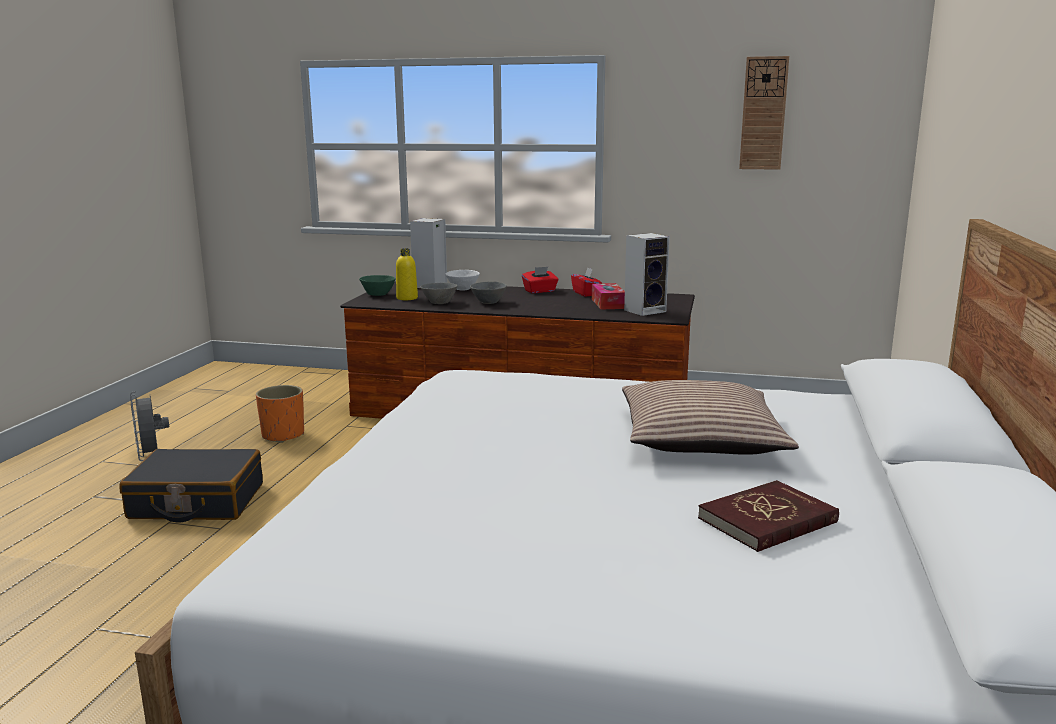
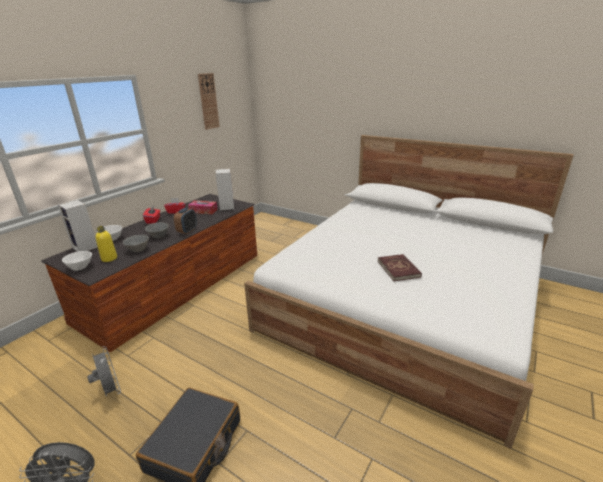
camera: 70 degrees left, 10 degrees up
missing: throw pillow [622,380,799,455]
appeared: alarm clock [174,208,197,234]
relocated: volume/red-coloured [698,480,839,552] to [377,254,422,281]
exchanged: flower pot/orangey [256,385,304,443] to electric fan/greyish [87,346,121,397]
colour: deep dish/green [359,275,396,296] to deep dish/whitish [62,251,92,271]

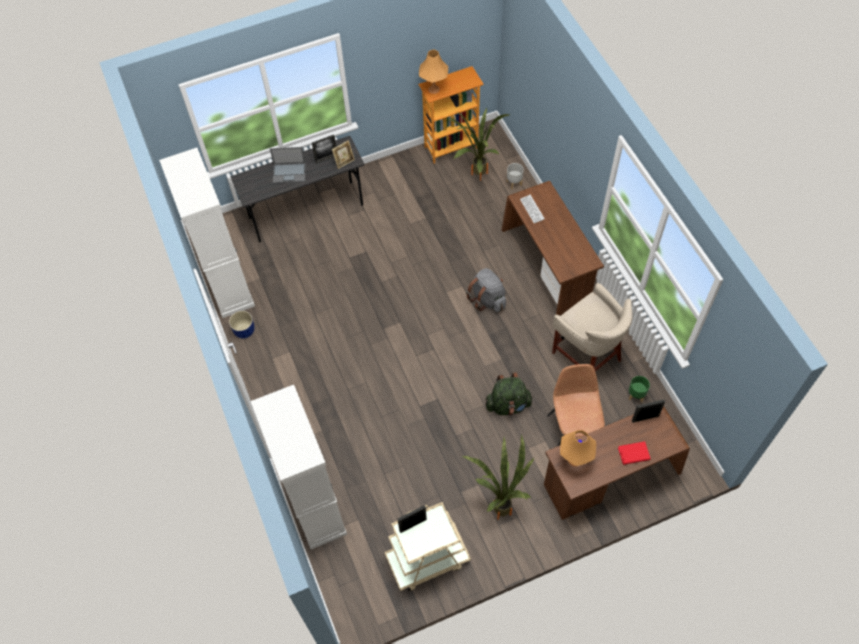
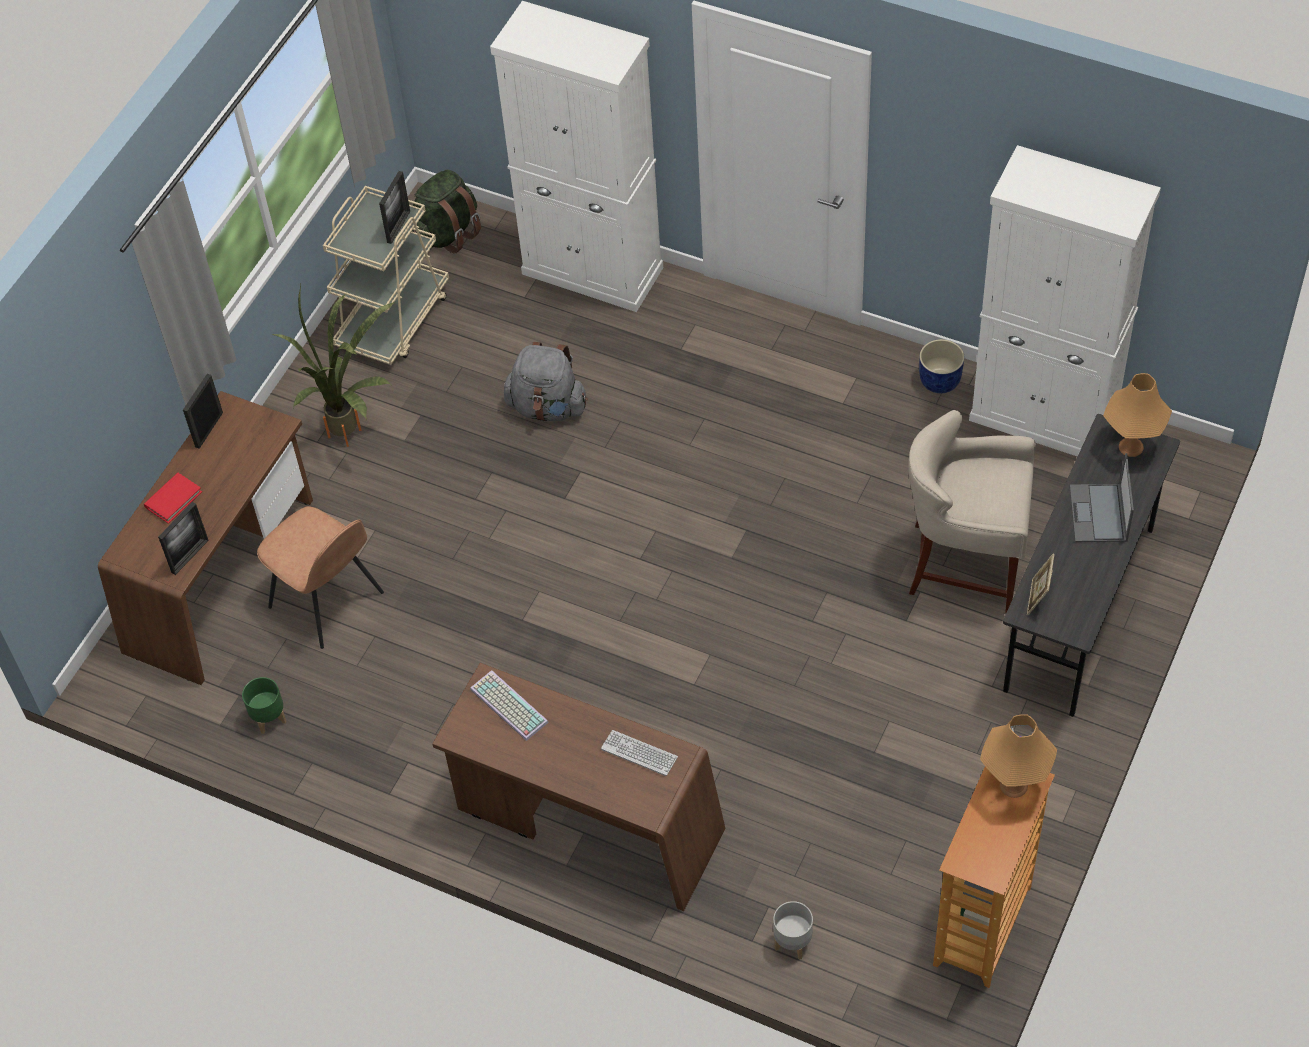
camera: 140 degrees right, 5 degrees down
missing: houseplant [448,108,510,181]
appeared: PC keyboard [470,670,549,741]
relocated: standing frame [312,135,336,164] to [183,374,223,449]; rucksack/greyish [466,268,506,312] to [504,342,588,421]; rucksack/green [485,372,533,415] to [412,169,481,254]; stool seat/sand-coloured [552,283,632,372] to [908,410,1036,613]; table lamp/orangey [560,430,596,467] to [1103,373,1172,457]
spun: laptop [270,147,306,183] = [1070,453,1134,542] 45 degrees counterclockwise

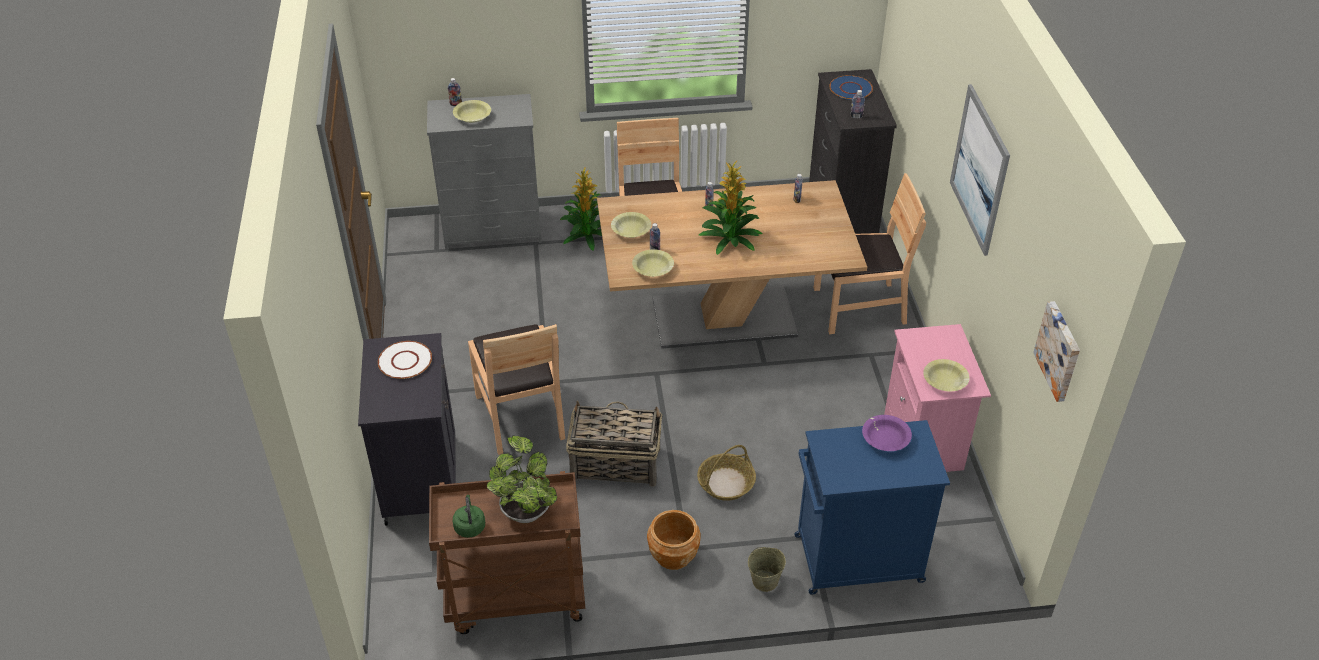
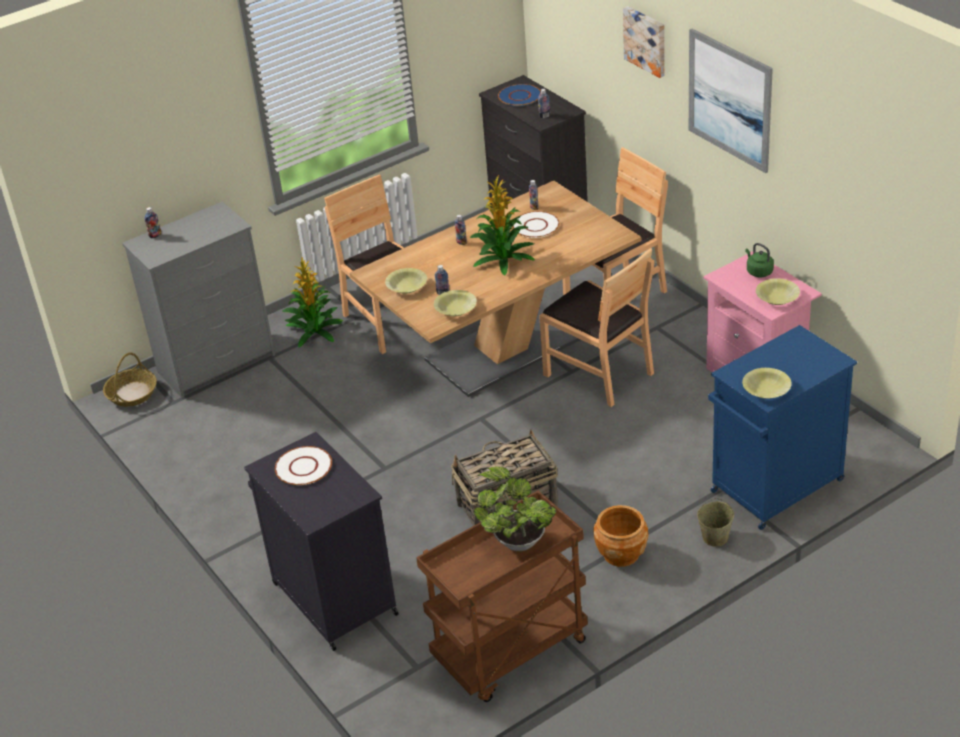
camera: 25 degrees left, 5 degrees down
missing: deep dish/purple-coloured [862,415,912,451]
appeared: plate/whitish [512,211,559,238]
relocated: deep dish/yellow-coloured [453,100,491,123] to [742,368,792,399]; kettle/green [453,495,485,538] to [745,243,774,277]; upright chair/brownish [468,324,565,455] to [539,248,654,407]; basket [697,445,756,501] to [103,353,157,407]; wall art [1033,301,1080,402] to [623,6,665,78]

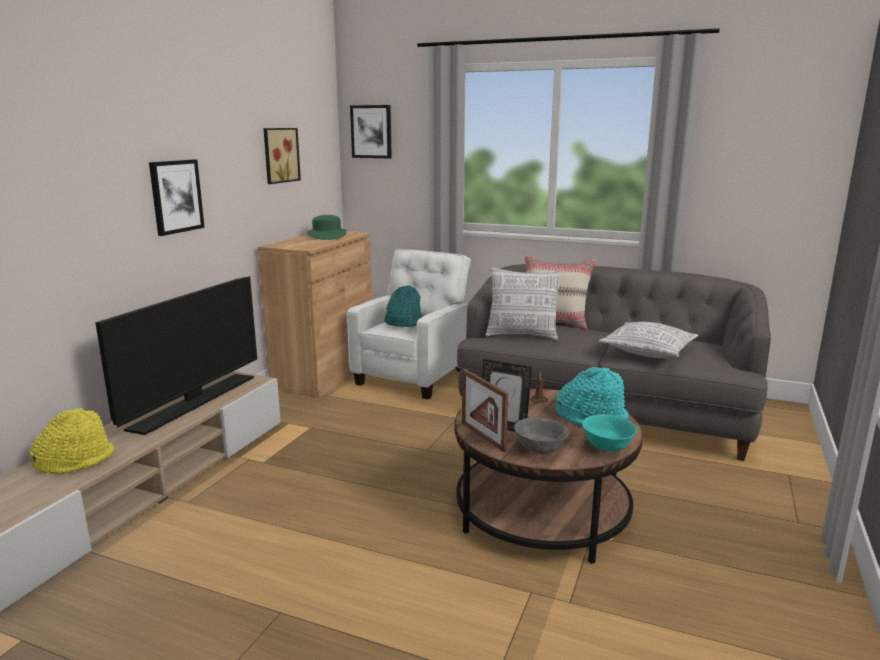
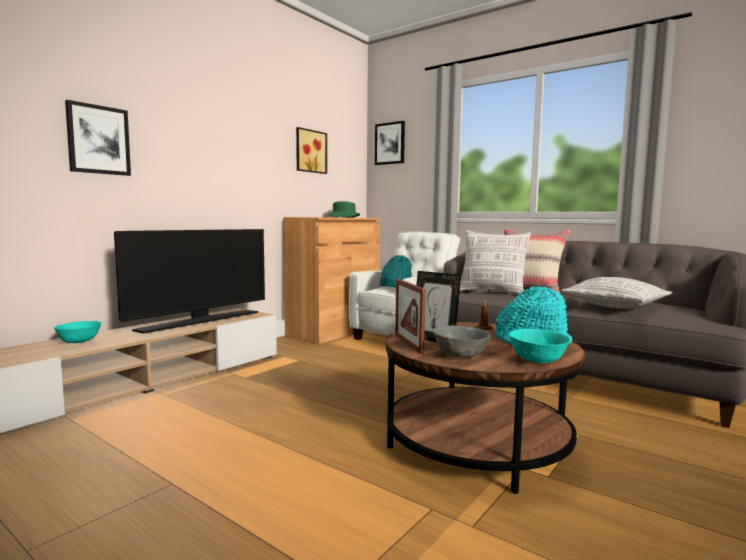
camera: 15 degrees right, 10 degrees down
relocated: wall art [149,159,205,236] to [65,100,131,176]
exchanged: wearable hat/yellow-coloured [30,408,114,474] to deep dish/turquoise [54,321,102,343]

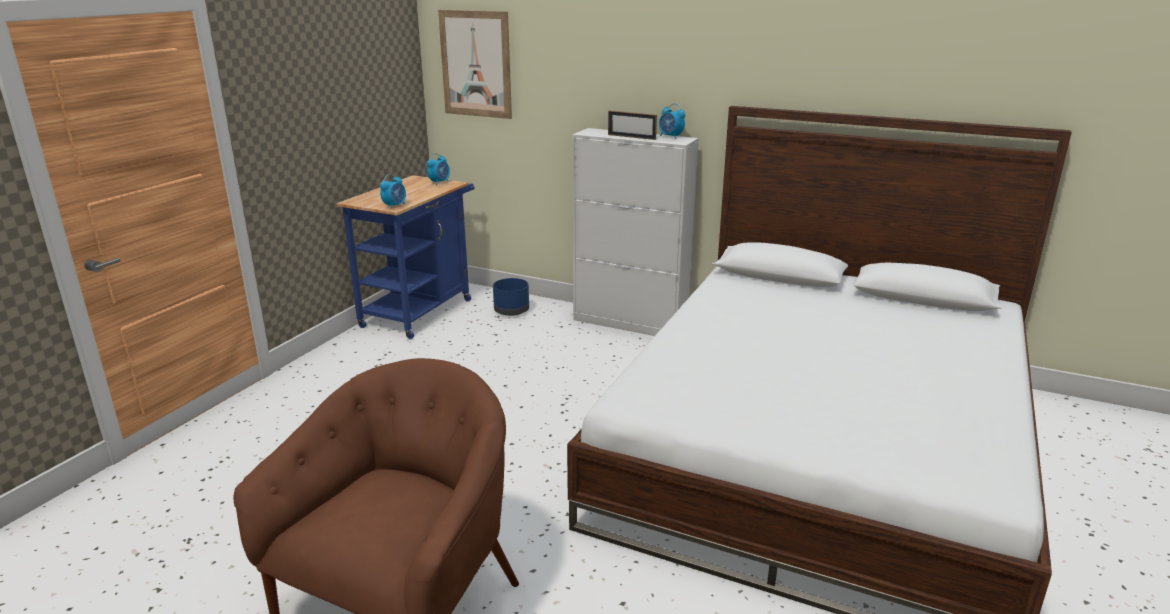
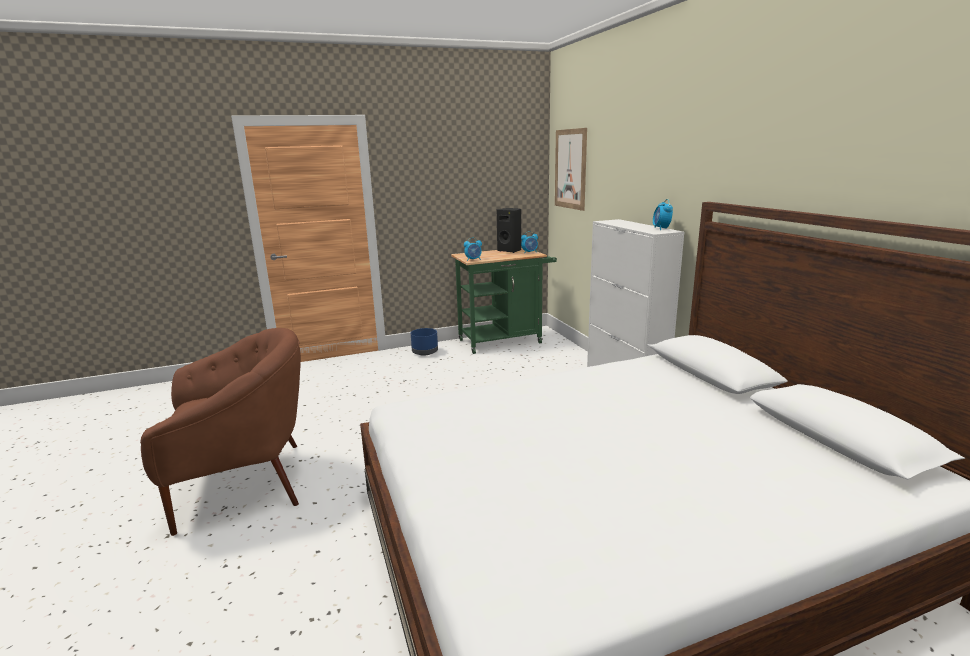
camera: 45 degrees right, 5 degrees down
missing: standing frame [608,110,657,140]
appeared: loudspeaker/blackish [497,208,521,253]
relocated: flower pot/blue-coloured [493,278,529,316] to [411,328,438,355]
colour: trolley/blue-coloured [336,175,475,339] to trolley/green [451,248,557,354]

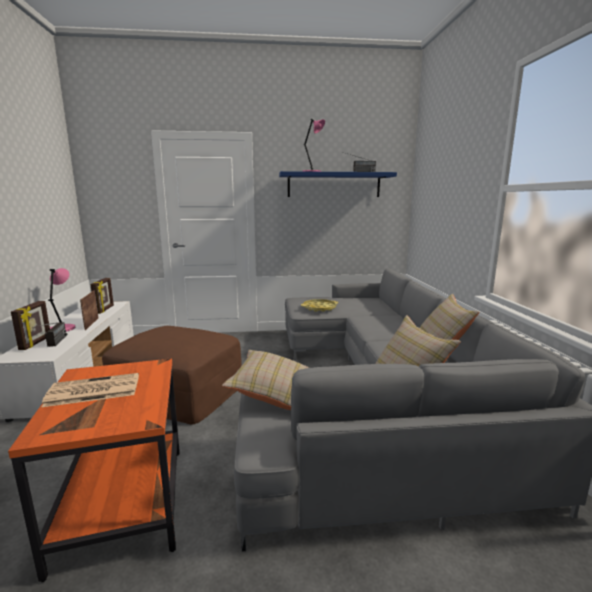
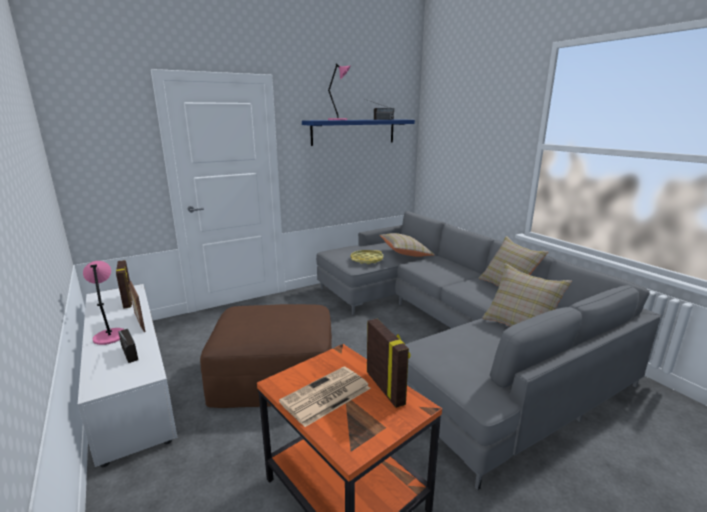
camera: 25 degrees left, 5 degrees up
relocated: standing frame [11,301,50,350] to [367,319,411,408]; throw pillow/sand-coloured [222,350,309,410] to [379,233,435,257]

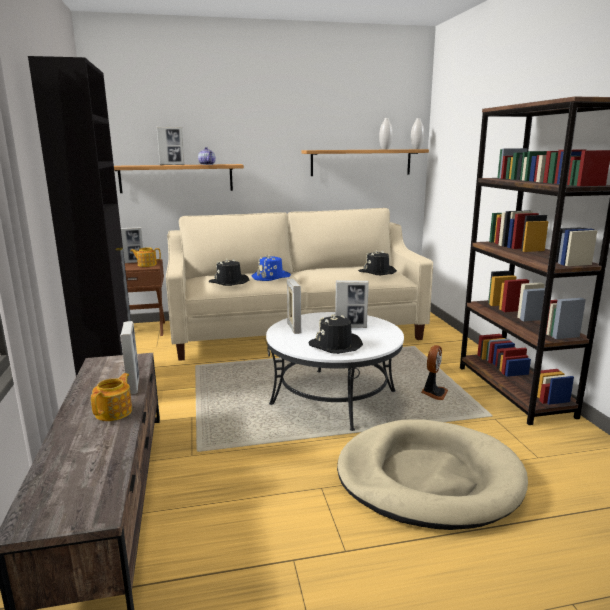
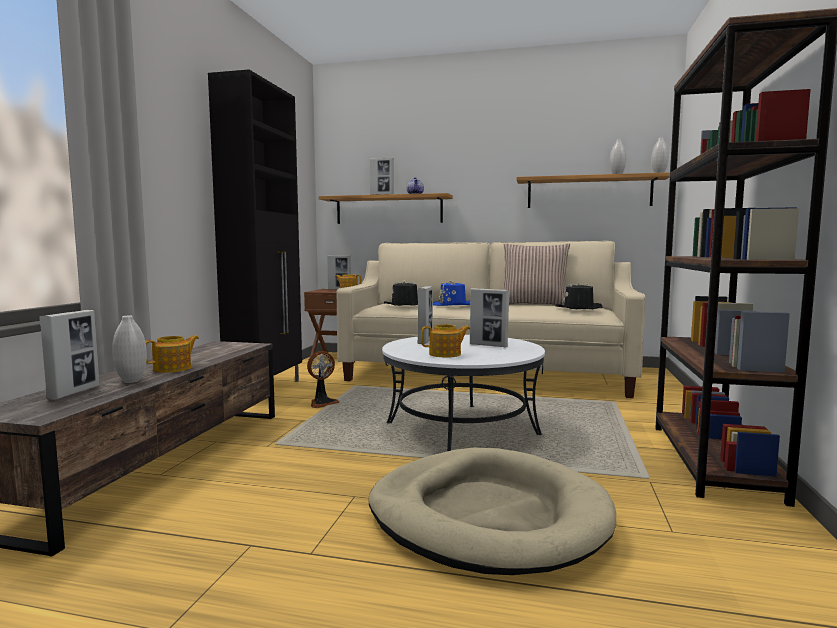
camera: 25 degrees right, 10 degrees down
appeared: decorative vase/whitish [112,316,147,383]; throw pillow [502,243,570,305]
relocated: standing frame [120,321,140,394] to [39,310,100,400]; electric fan [421,345,448,400] to [307,351,339,408]
exchanged: wearable hat/blackish [308,314,363,354] to tea pot [421,324,470,358]

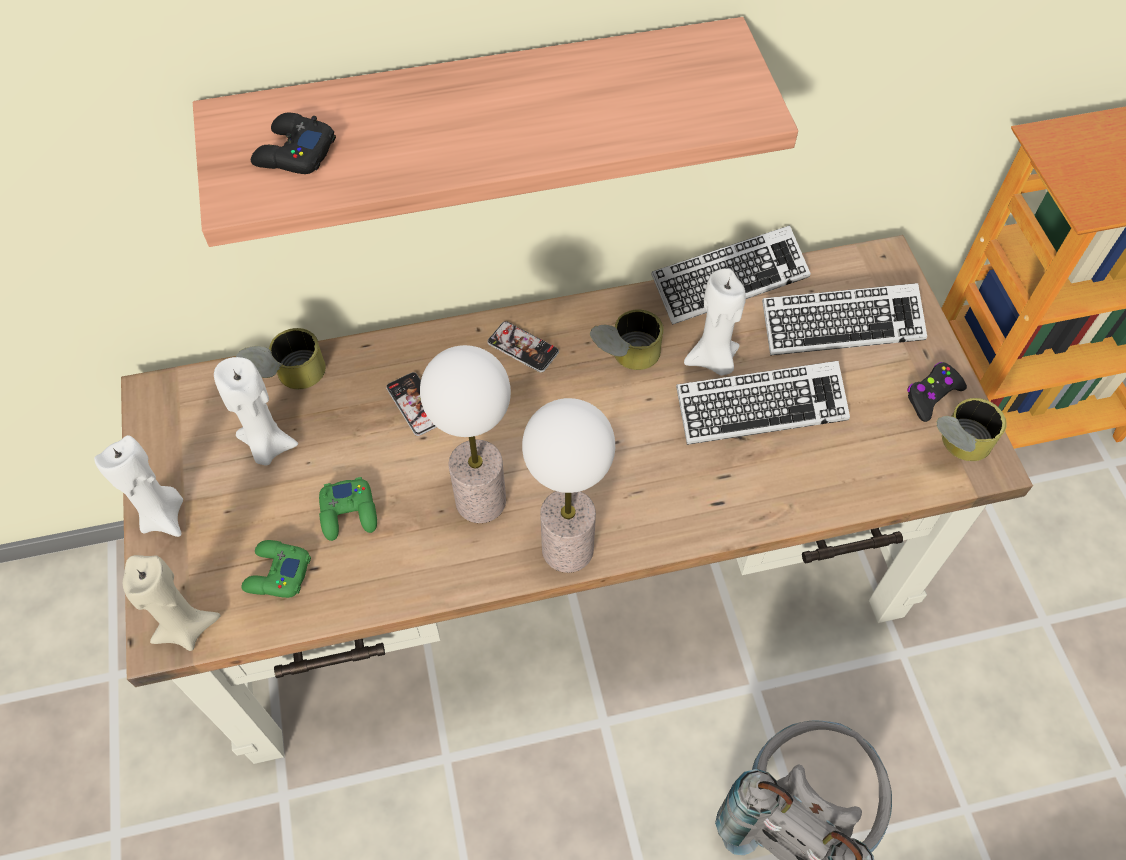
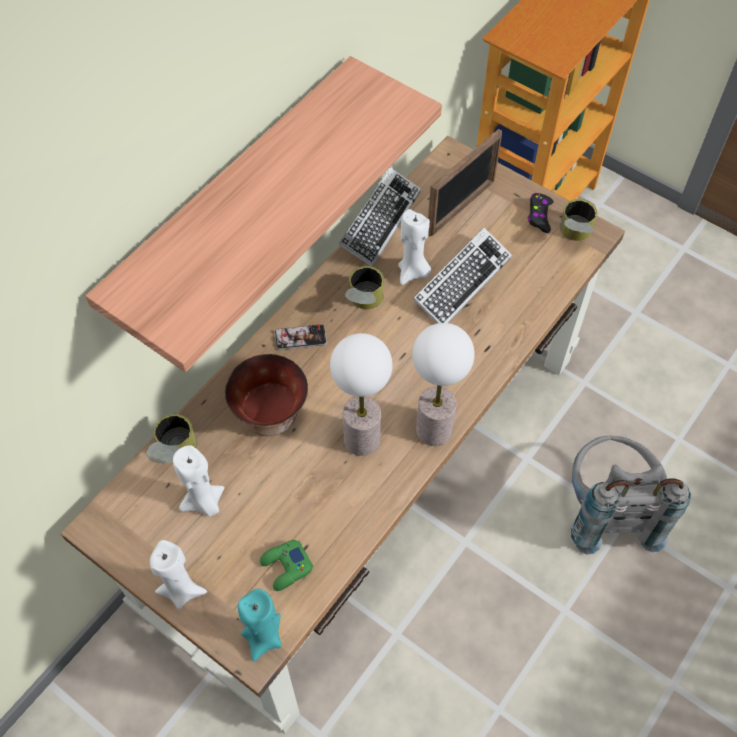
camera: 40 degrees left, 0 degrees up
missing: game controller/blackish [251,112,336,174]; game controller/green [319,477,377,541]
exchanged: phone [386,372,437,436] to deep dish [225,354,308,436]; PC keyboard [762,283,927,356] to standing frame [428,129,502,237]
colour: wax light/sand-coloured [123,555,221,651] to wax light/turquoise [238,589,282,662]

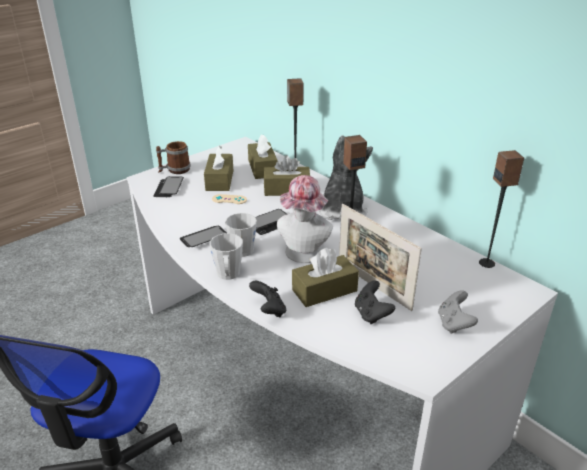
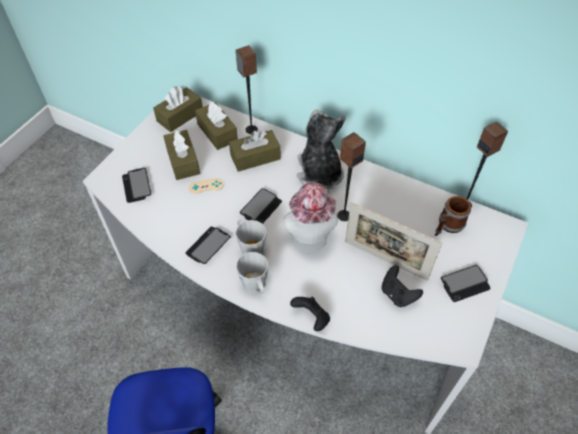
camera: 20 degrees left, 20 degrees up
relocated: mug [156,141,190,174] to [435,196,471,236]; box of tissues/brownish [292,248,359,307] to [153,86,203,132]
exchanged: game controller/greyish [438,290,478,334] to phone [441,265,490,302]

